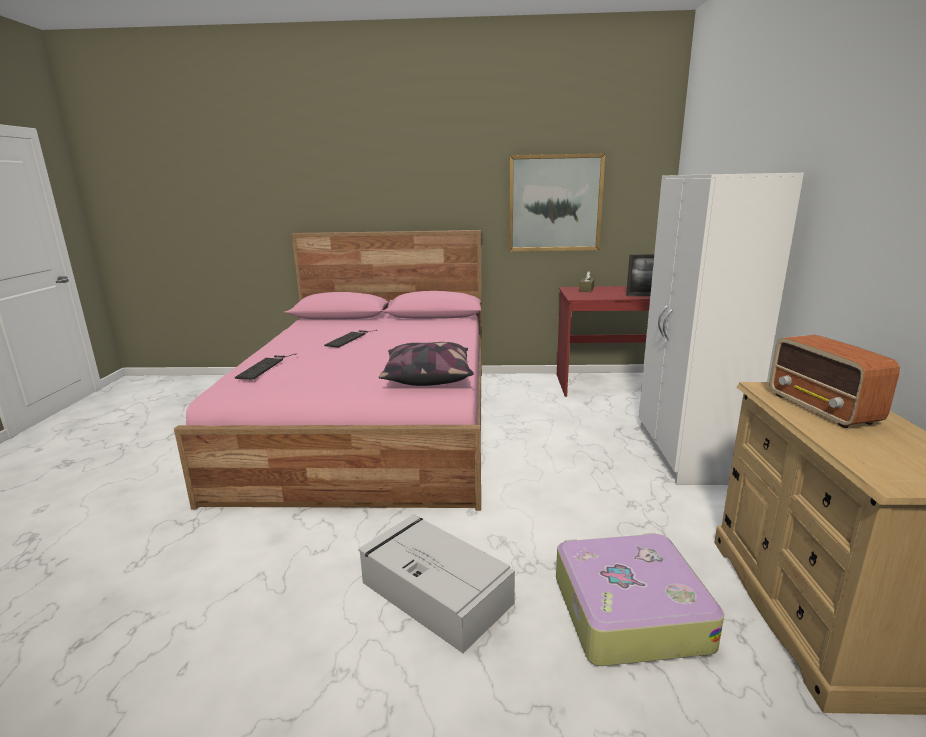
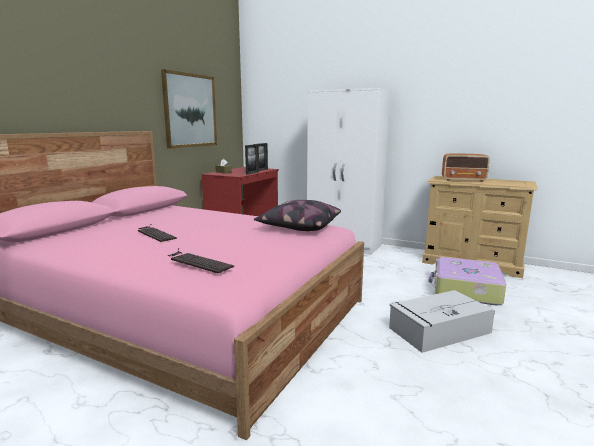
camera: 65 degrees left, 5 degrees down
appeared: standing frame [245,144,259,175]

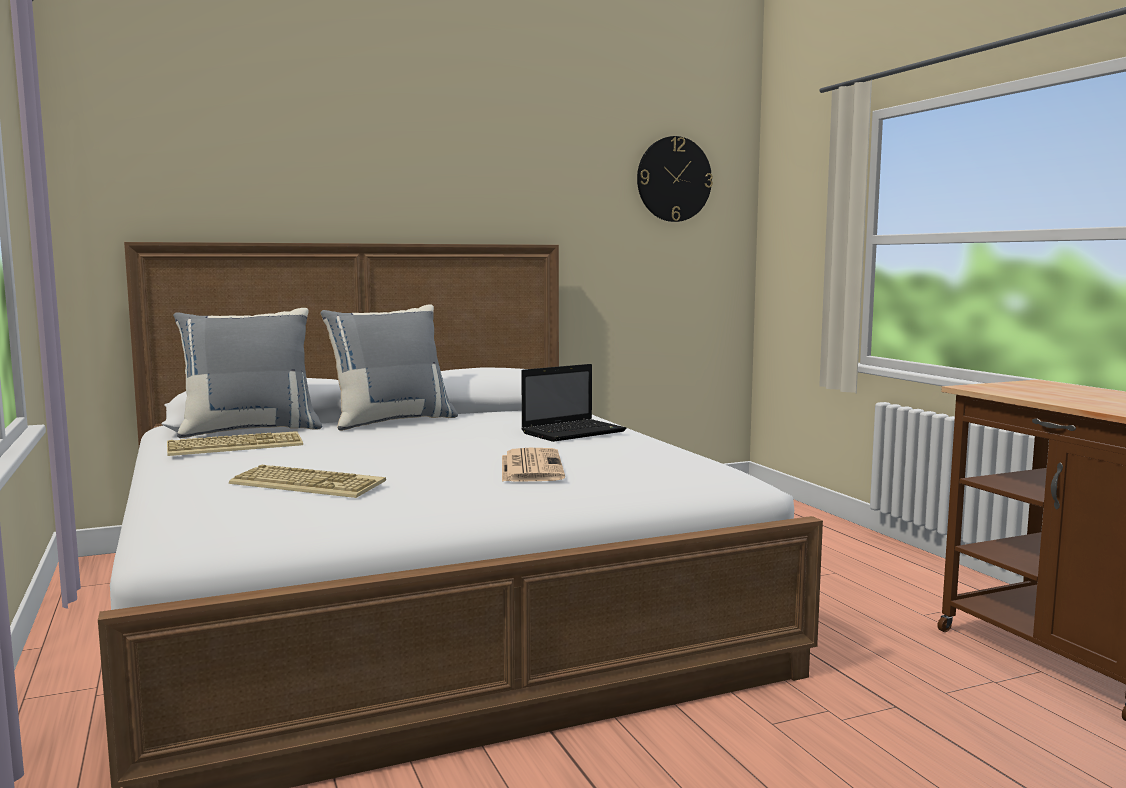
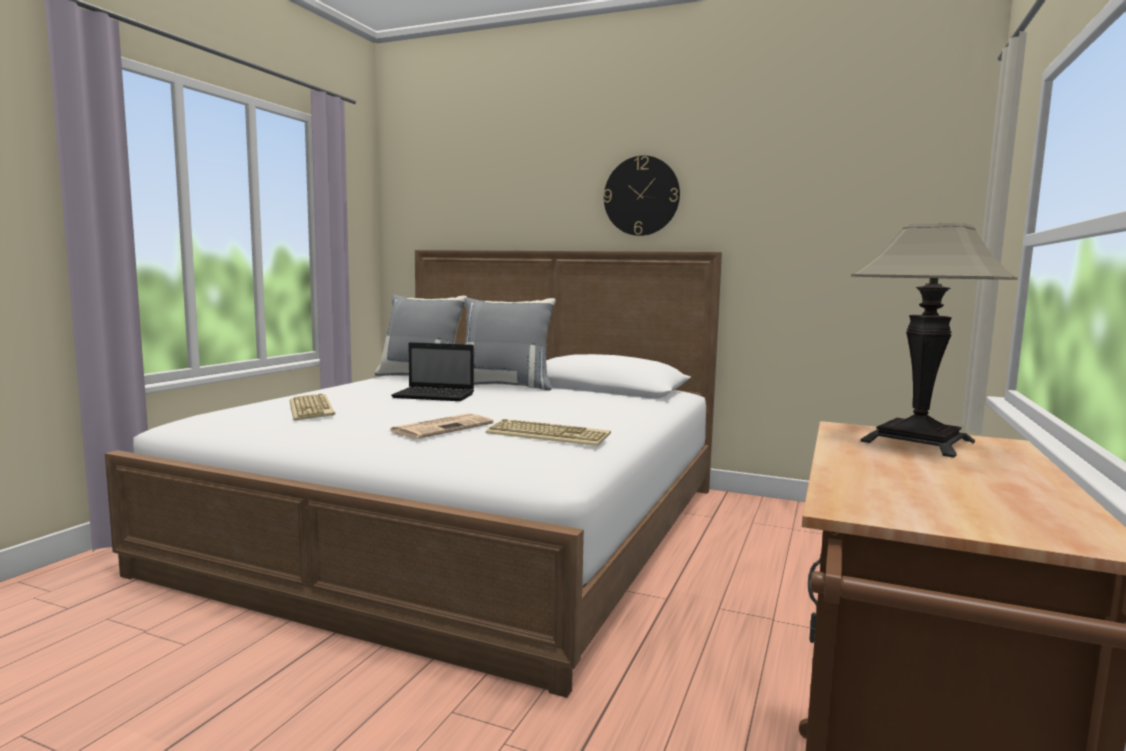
camera: 45 degrees right, 0 degrees up
appeared: table lamp [851,223,1018,458]
relocated: PC keyboard [167,431,303,456] to [486,419,611,446]; laptop [521,364,626,442] to [391,342,474,401]; hanging clock [637,136,713,222] to [603,155,680,236]

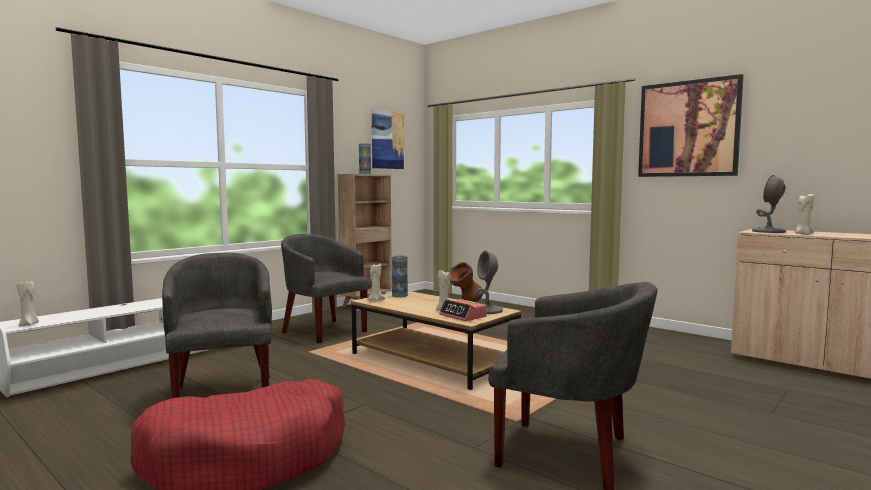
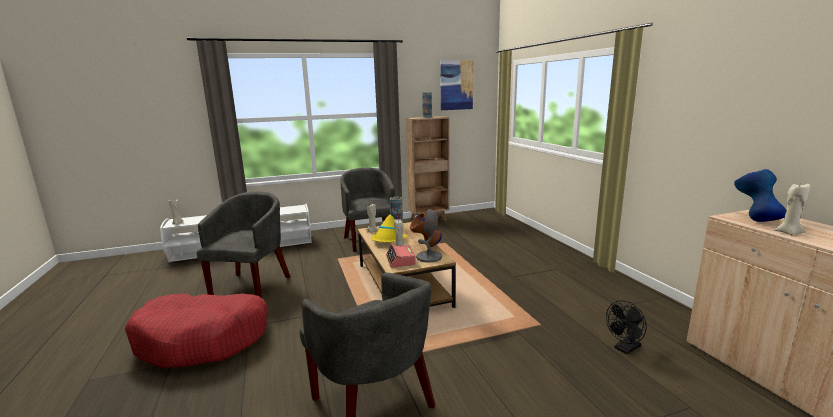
camera: 30 degrees right, 10 degrees up
missing: wall art [638,74,744,177]
appeared: wearable hat/yellow-coloured [371,214,407,242]; electric fan/blackish [606,300,647,354]
exchanged: table lamp/greyish [752,175,786,233] to decorative vase/blue-coloured [734,169,786,222]

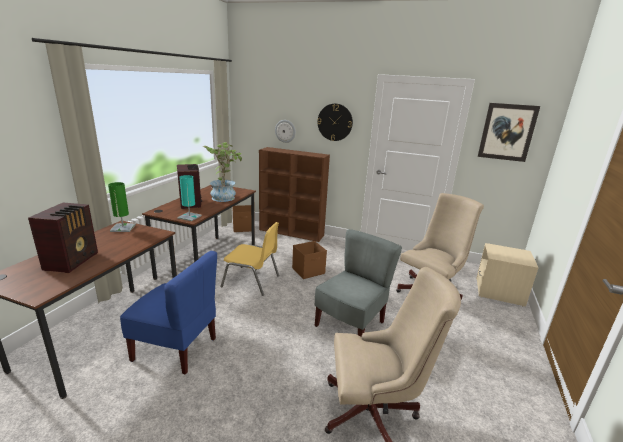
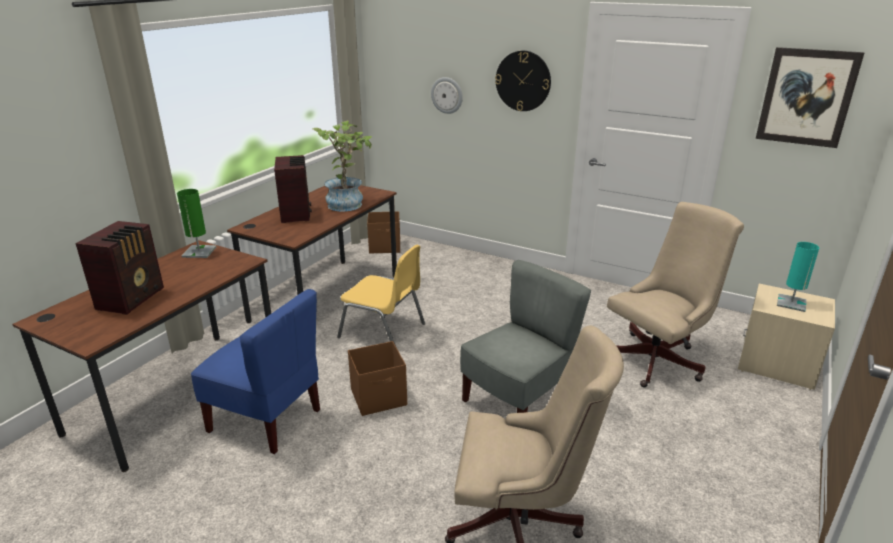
camera: 10 degrees right, 5 degrees up
missing: shelving unit/brownish [259,147,330,242]
relocated: table lamp/turquoise [177,175,202,221] to [777,242,819,312]; storage container/brownish [292,241,327,279] to [348,341,407,416]

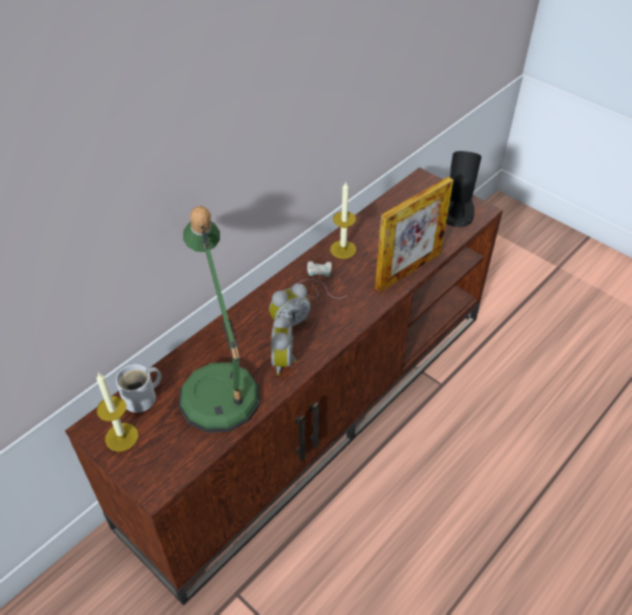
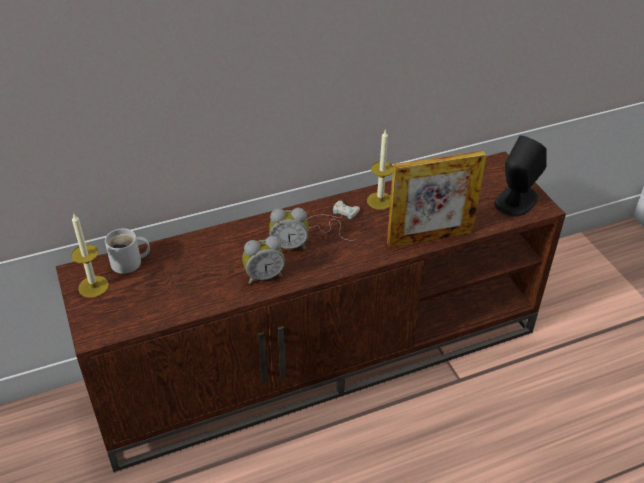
camera: 25 degrees right, 5 degrees down
missing: table lamp [179,206,260,433]
spun: alarm clock [271,316,297,375] = [242,236,285,284] 135 degrees counterclockwise

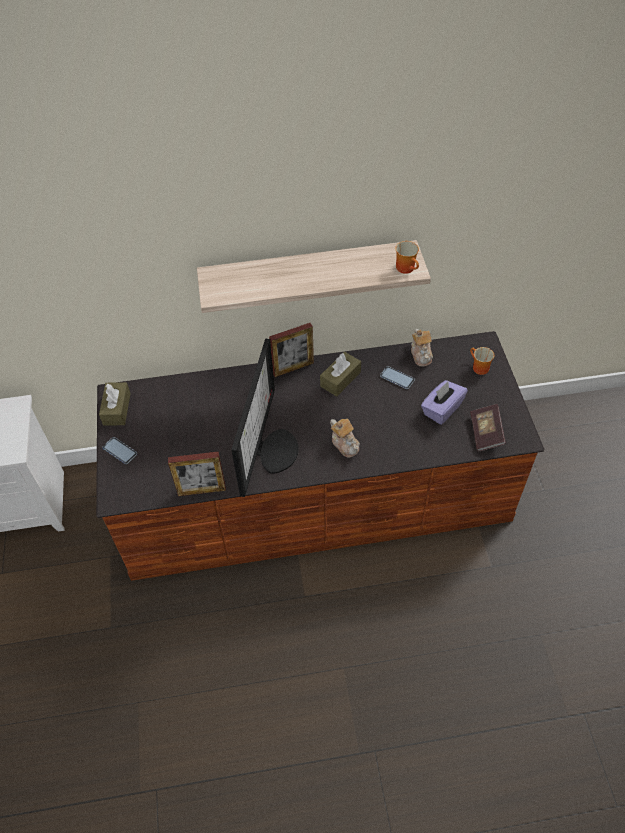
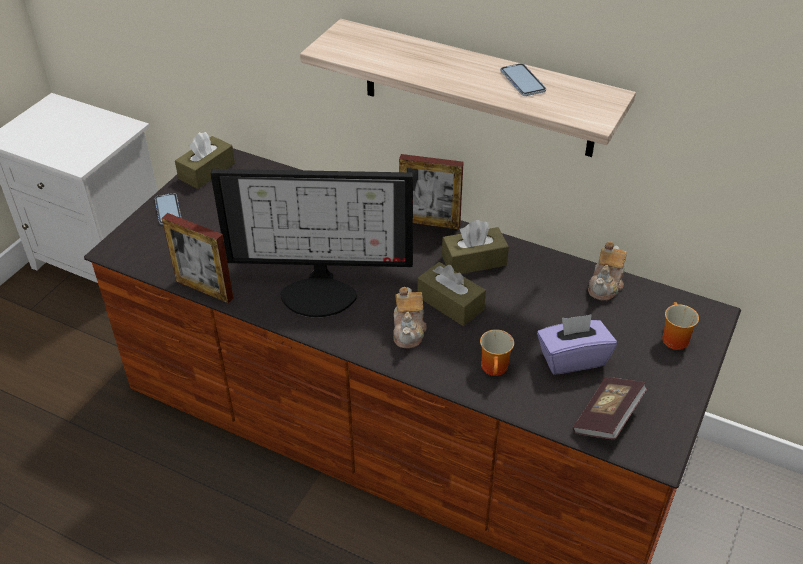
camera: 35 degrees right, 10 degrees down
appeared: box of tissues/brownish [418,262,486,326]
relocated: phone [380,366,415,389] to [500,63,546,96]; mug [395,241,419,274] to [480,329,514,376]
spun: computer screen [231,339,299,497] = [210,169,413,318] 45 degrees clockwise

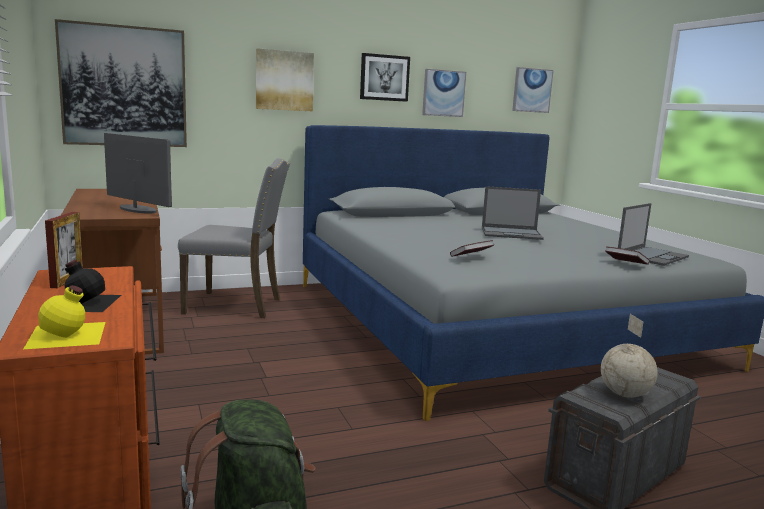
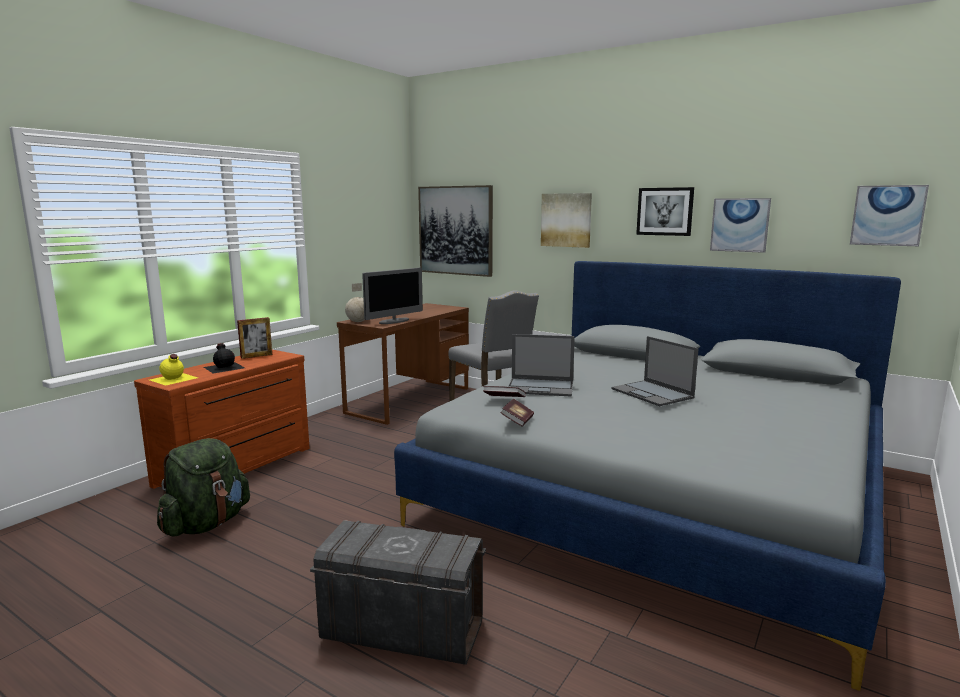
camera: 55 degrees right, 0 degrees up
relocated: desk globe [601,314,658,398] to [345,283,365,322]; volume [605,247,650,265] to [500,399,534,427]; laptop [618,203,689,266] to [508,334,575,397]
spun: computer screen [104,133,172,214] = [362,268,423,324] 45 degrees clockwise

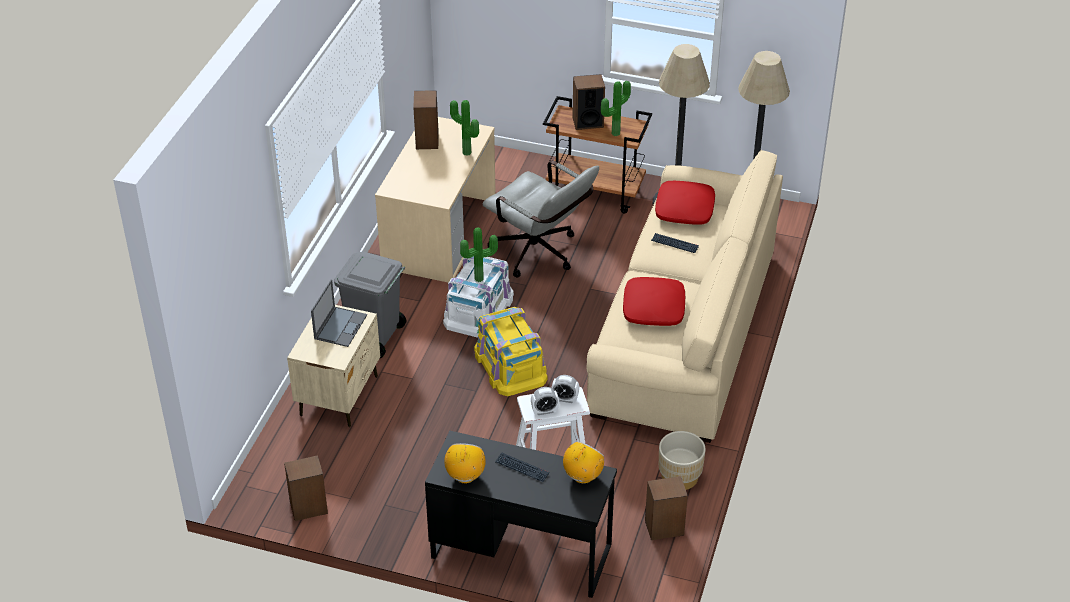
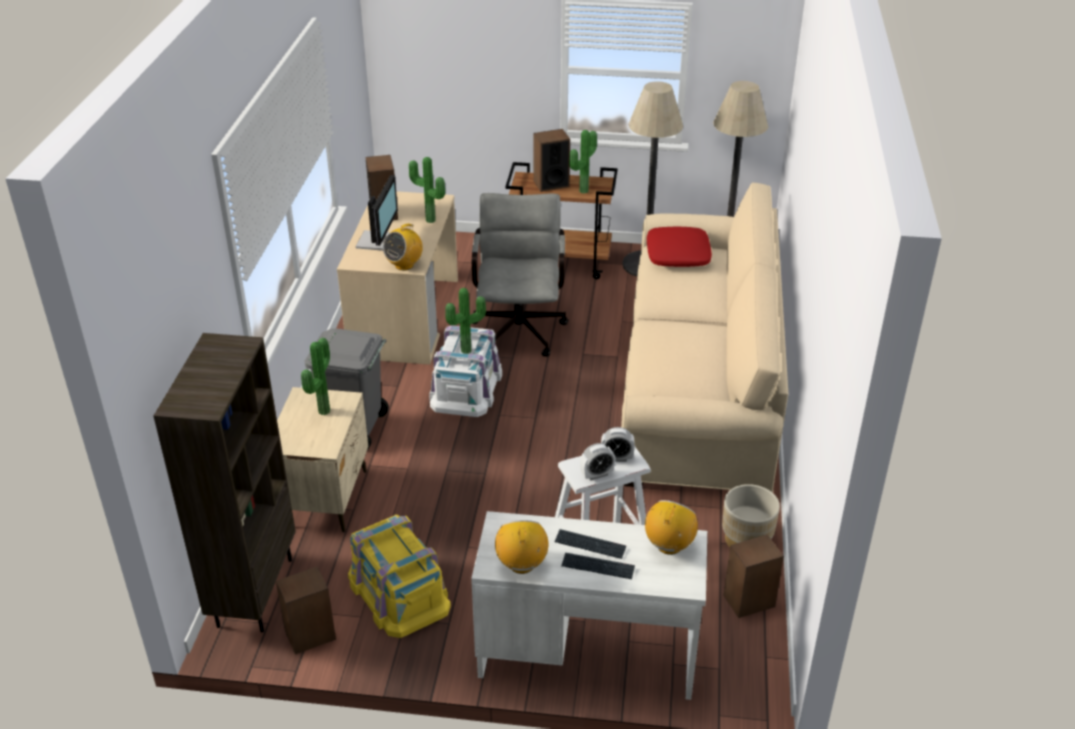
camera: 10 degrees left, 5 degrees down
missing: throw pillow/red-coloured [623,277,685,326]
appeared: shelving unit/brownish [153,333,296,632]; computer screen [356,175,398,251]; radio set [383,222,423,270]
relocated: storage container/yellow-coloured [474,307,548,396] to [348,515,451,638]; PC keyboard [651,233,699,253] to [561,553,635,579]
exchanged: laptop [311,279,367,347] to houseplant [301,338,330,415]
colour: desk/blackish [425,431,617,598] to desk/whitish [471,511,707,700]
spun: office chair/greyish [483,160,599,278] = [472,193,568,357] 120 degrees counterclockwise

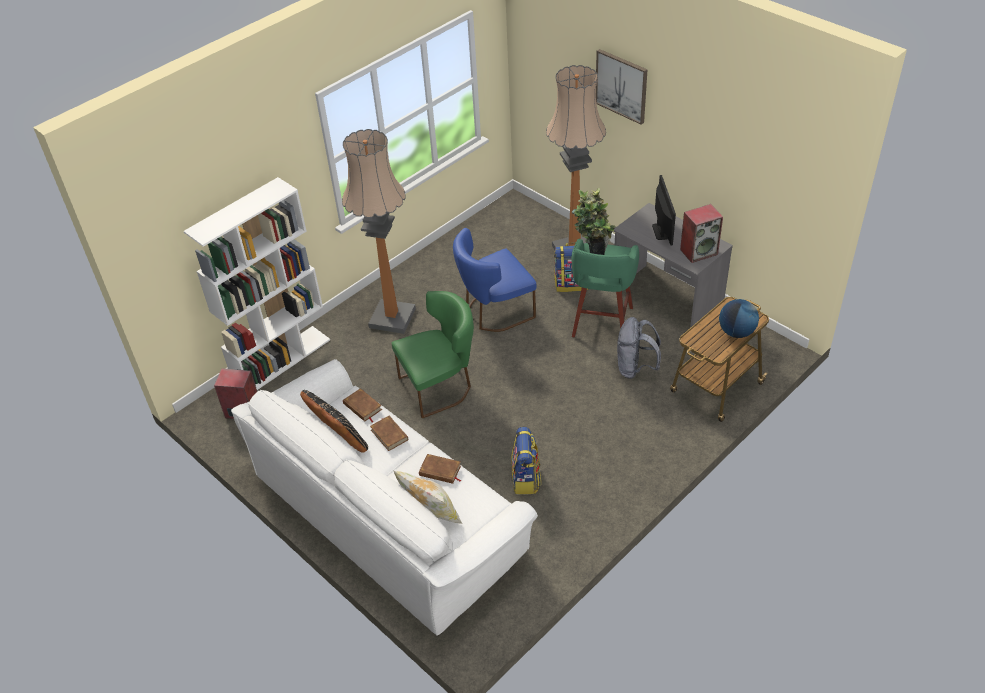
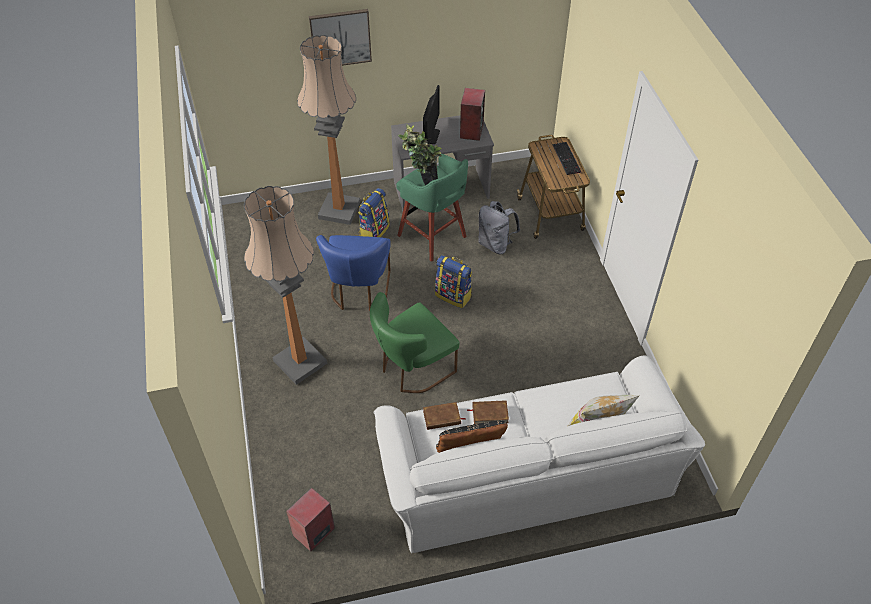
camera: 60 degrees left, 5 degrees up
missing: shelving unit/whitish [184,177,330,390]; volume/brownish [419,454,462,484]
relocated: rucksack [511,427,541,495] to [435,255,472,308]
exchanged: desk globe [719,299,759,338] to PC keyboard [553,142,581,175]
spun: upright chair/green [392,291,474,418] = [370,292,459,393] 135 degrees counterclockwise; computer screen [652,175,676,246] = [423,85,440,144] 75 degrees clockwise

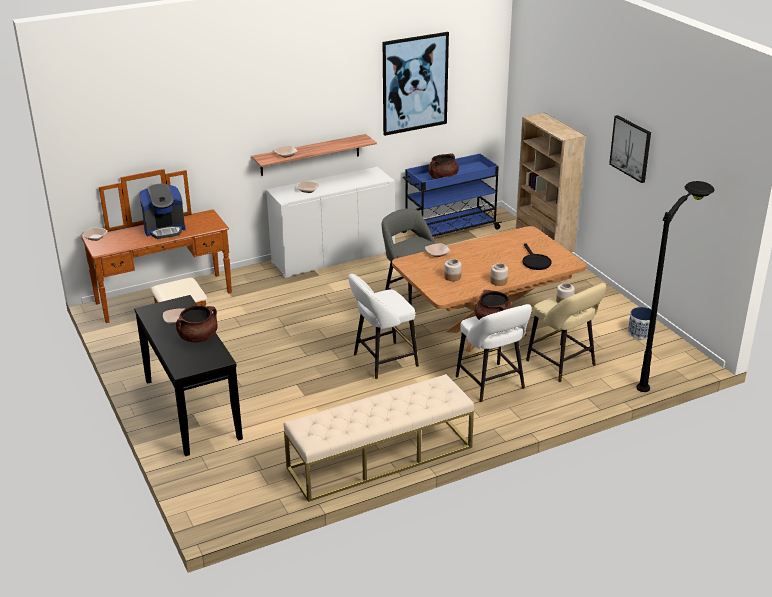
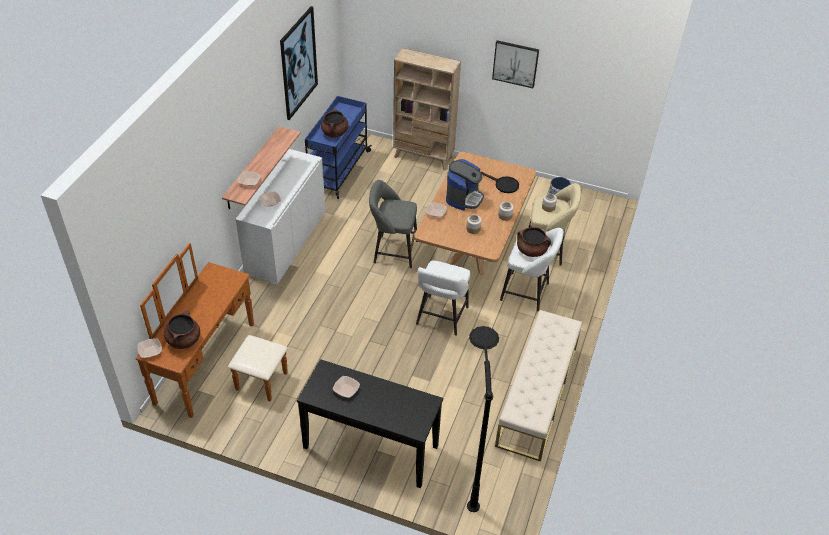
camera: 45 degrees left, 15 degrees up
relocated: coffee brewer [139,184,186,239] to [446,159,484,211]; saucepot/brownish [176,305,217,343] to [164,310,200,349]; standard lamp/blackish [636,181,715,392] to [467,326,499,512]

